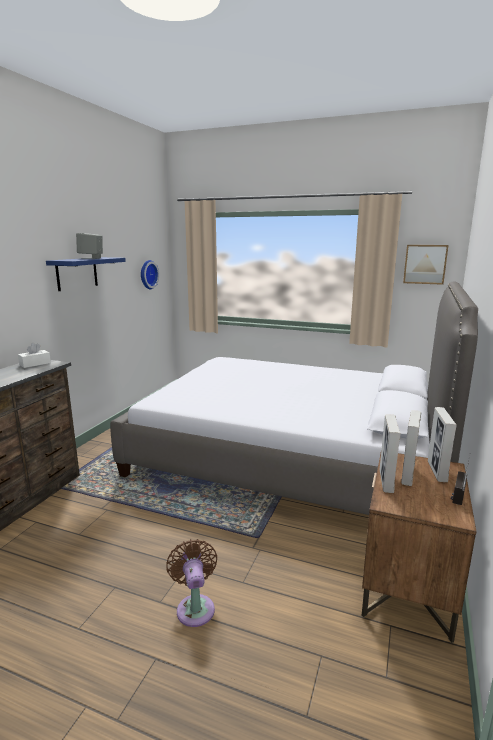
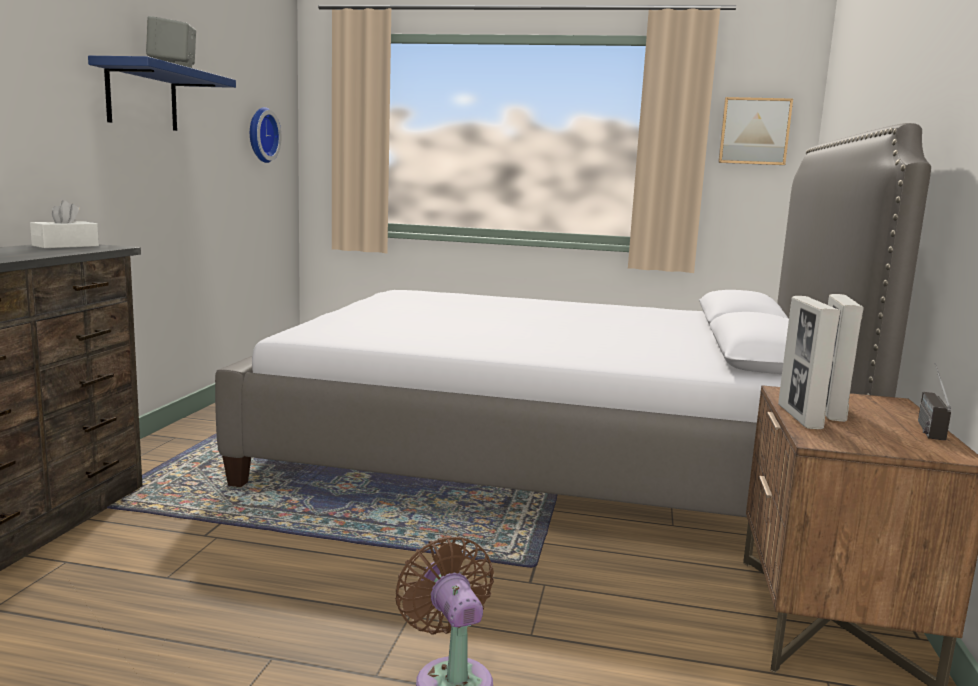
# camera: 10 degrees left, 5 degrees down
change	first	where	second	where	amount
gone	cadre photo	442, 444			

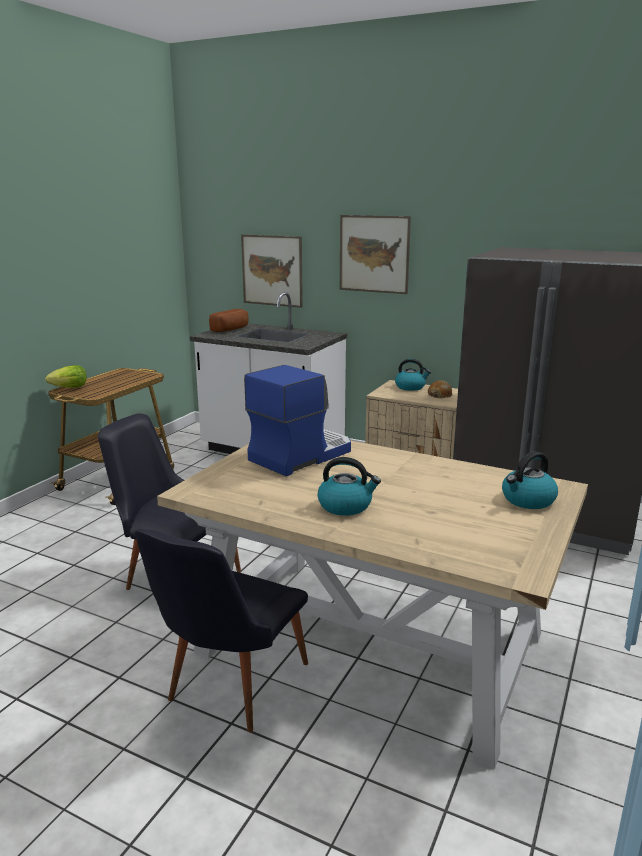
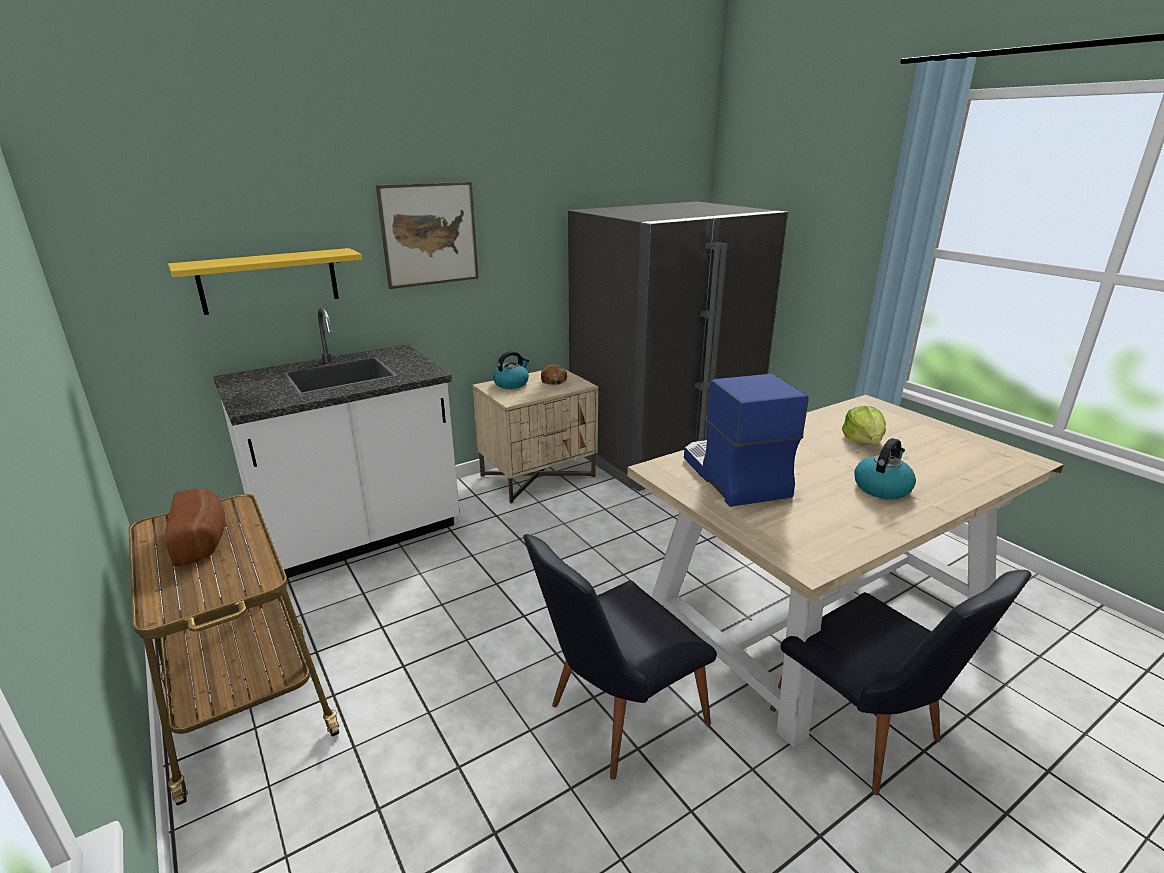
# camera: 60 degrees left, 5 degrees up
change	first	where	second	where	amount
shifted	pain	229, 320		195, 527	
swapped	tableau	272, 271	étagère/jaune	265, 281	
shifted	laitue	66, 376		864, 425	
gone	bouilloire	530, 480			

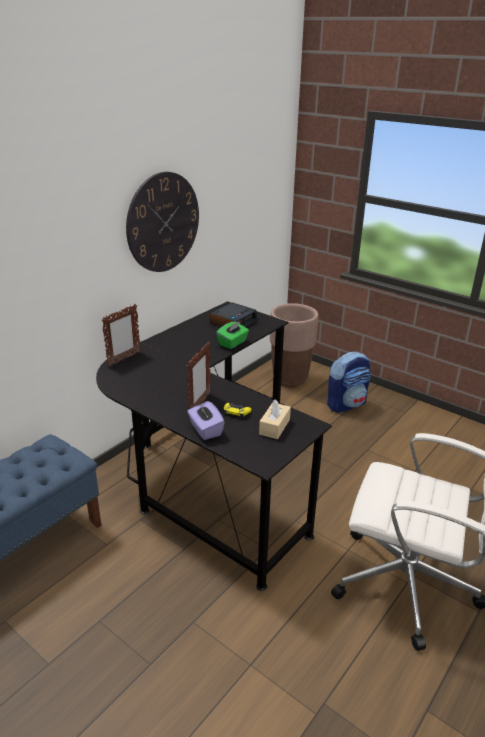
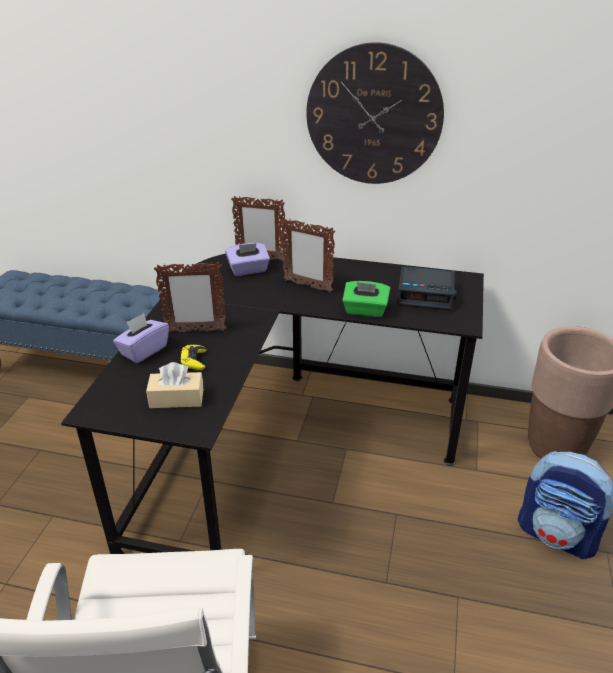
# camera: 65 degrees right, 5 degrees up
change	first	where	second	where	amount
new			boîte à mouchoirs/violet	247, 259	
new			cadre photo	308, 255	

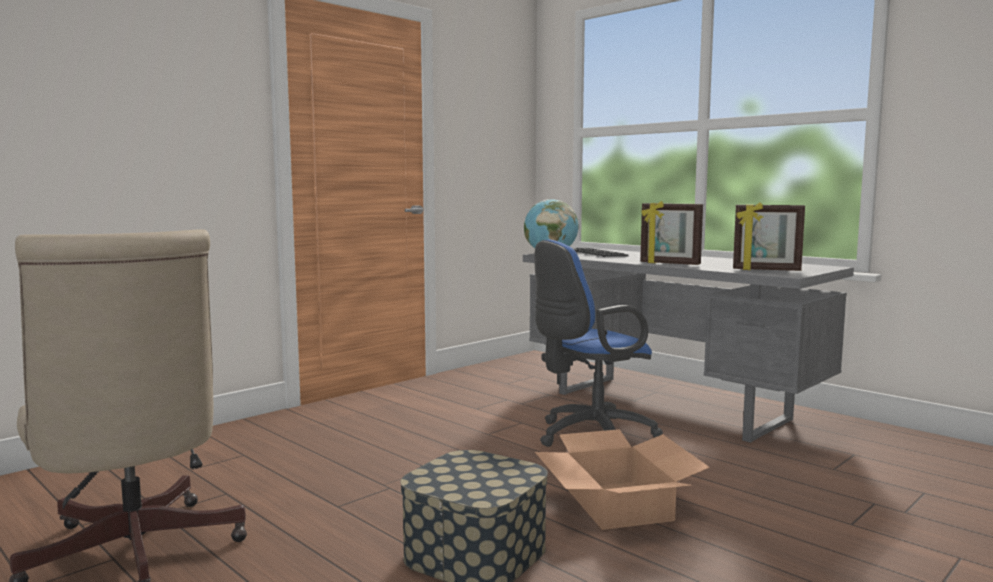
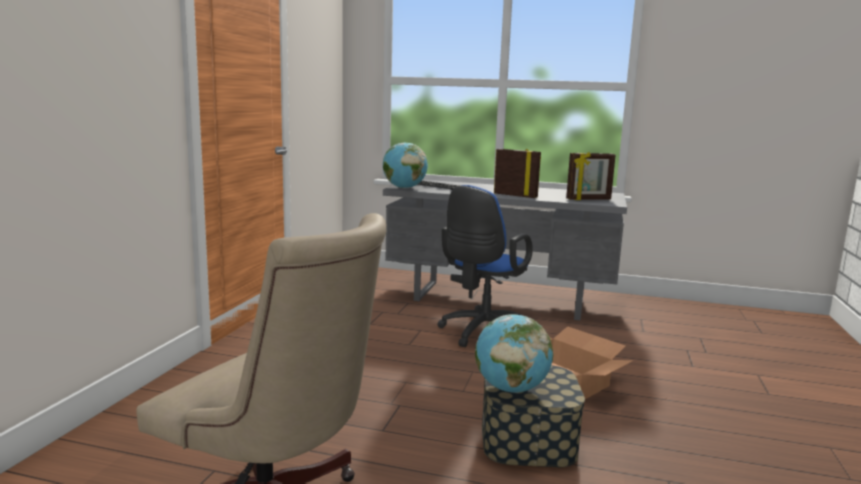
# camera: 30 degrees left, 5 degrees up
change	first	where	second	where	amount
new			globe	514, 353	
rotated	cadre photo	671, 233		517, 173	150 degrees counterclockwise

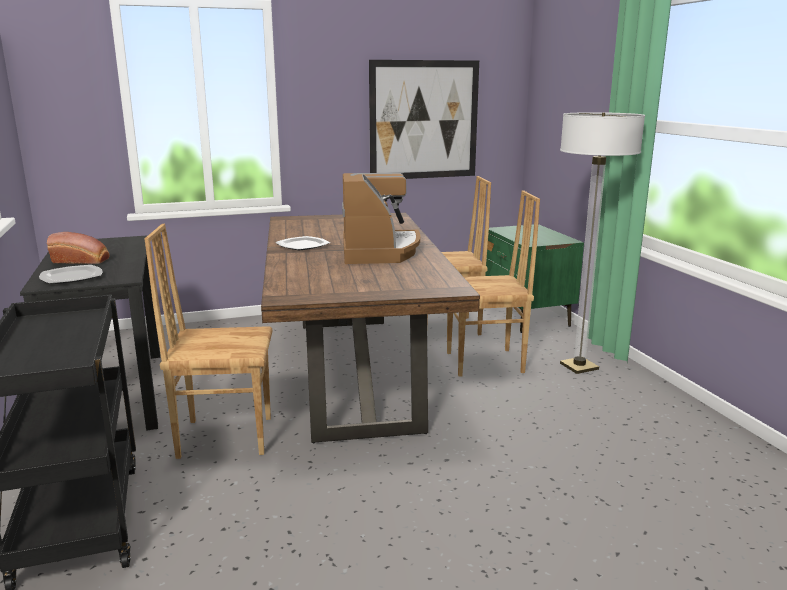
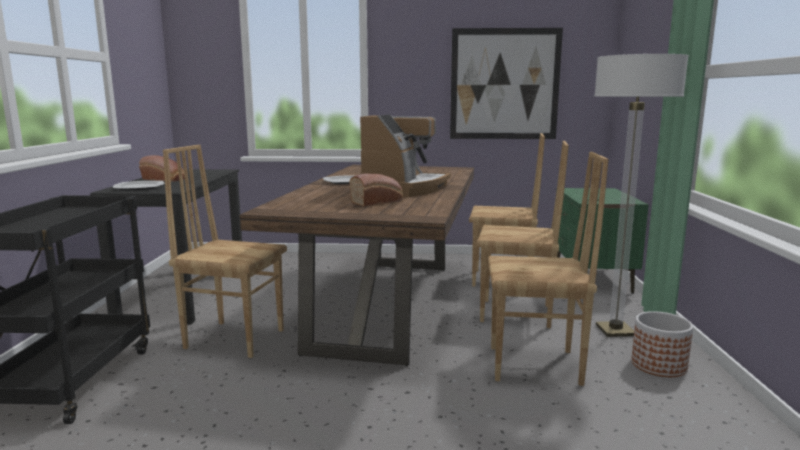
# camera: 20 degrees right, 5 degrees down
change	first	where	second	where	amount
new			pain	376, 190	
new			chaise/marron	548, 269	
new			cache-pot	662, 344	

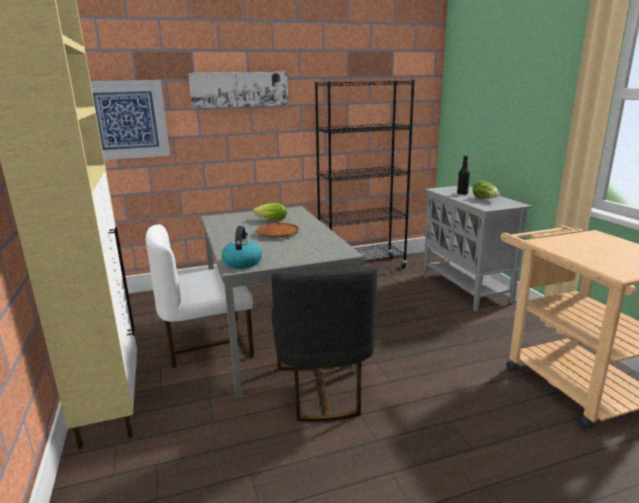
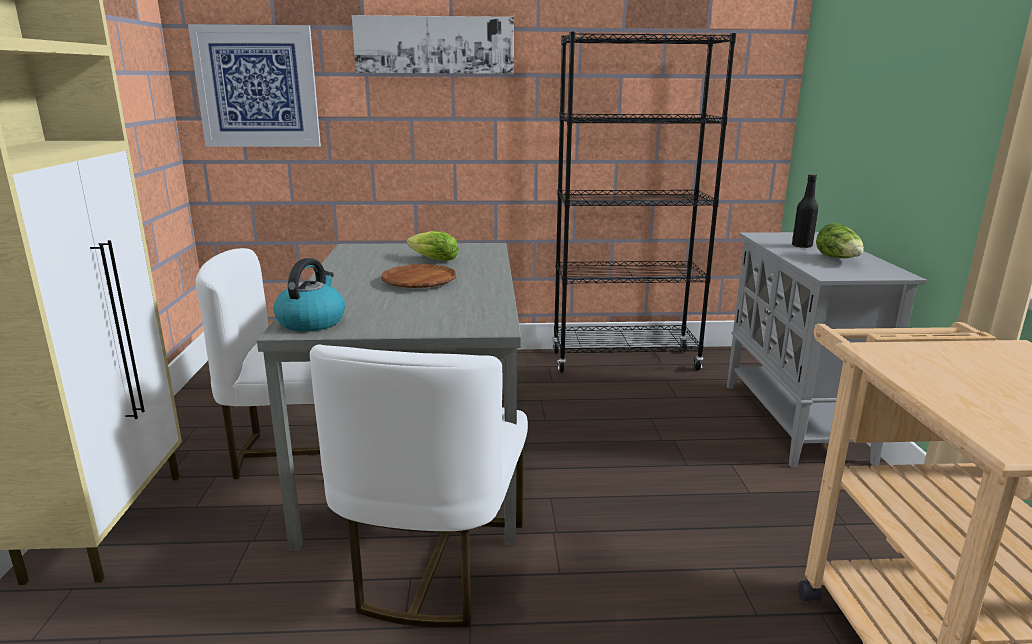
# camera: 15 degrees right, 0 degrees up
change	first	where	second	where	amount
repainted	chaise/noir	324, 344	chaise/blanc	419, 486	

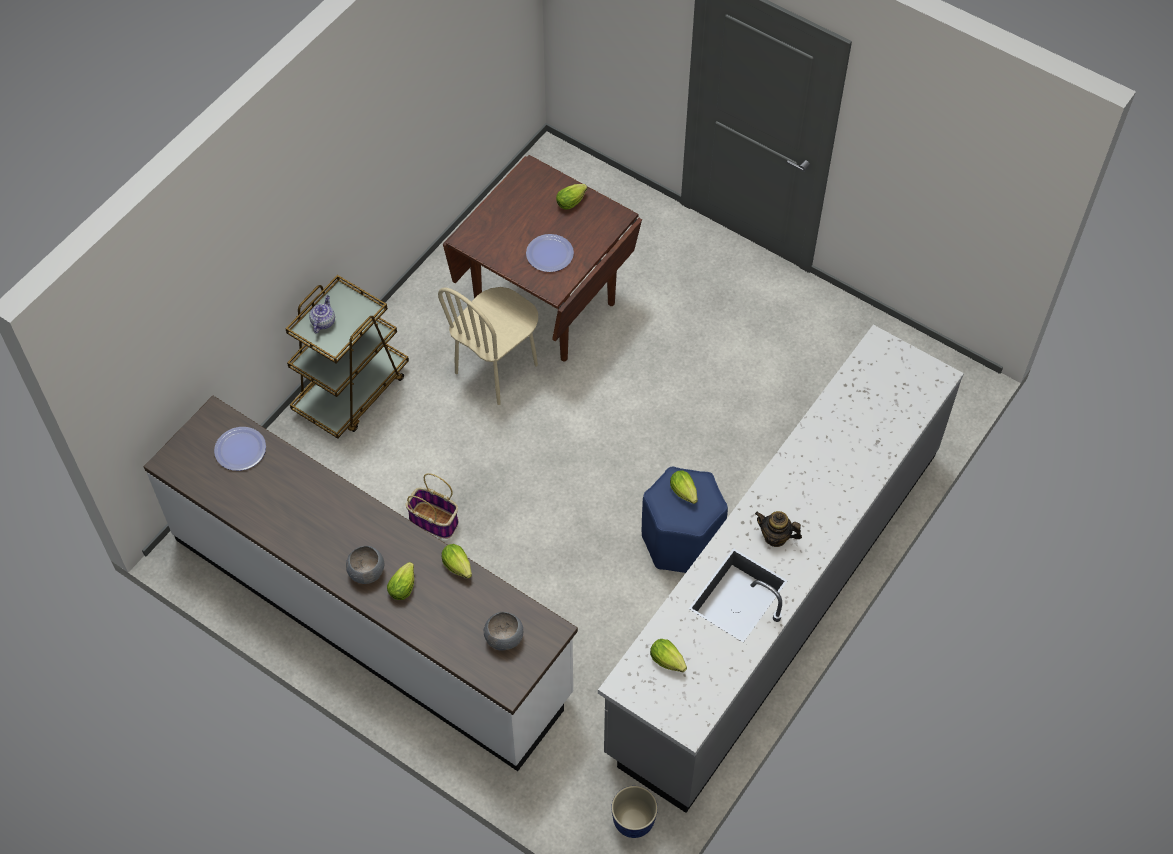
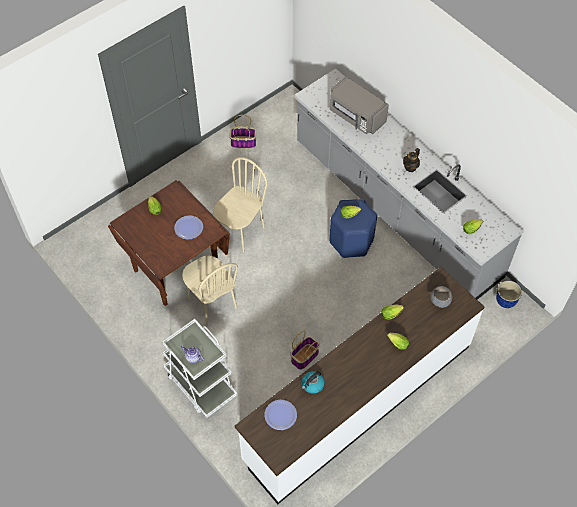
# camera: 75 degrees left, 0 degrees up
change	first	where	second	where	amount
repainted	chariot/marron	347, 357	chariot/blanc	199, 368	
new			chaise/beige	240, 204	
new			panier	243, 131	
new			bouilloire	313, 382	
new			micro-ondes/gris	359, 105	
gone	bol/gris	365, 565			

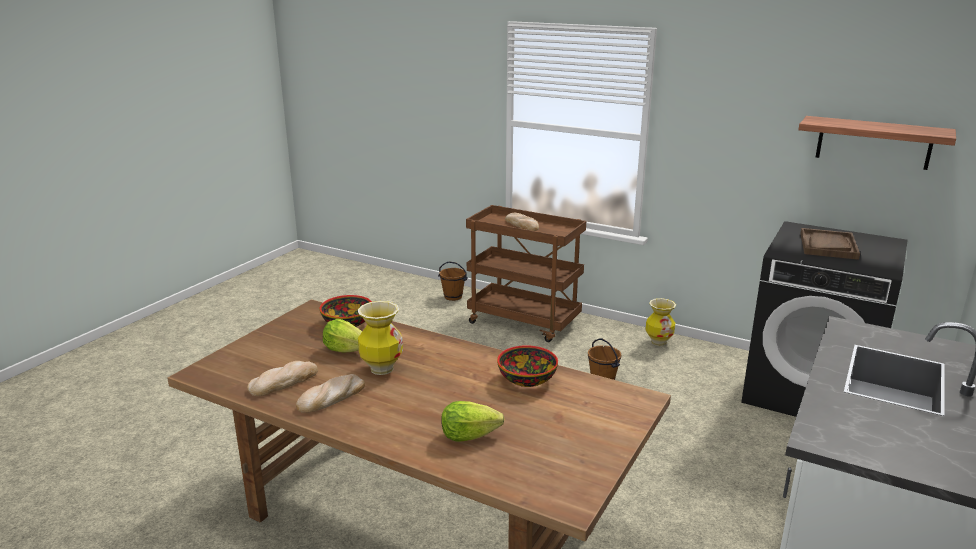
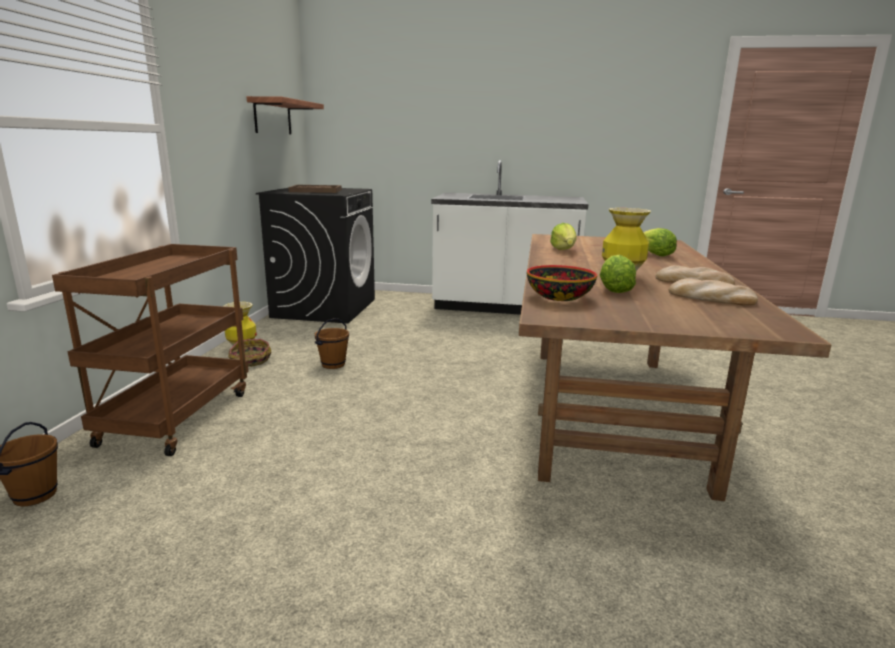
# camera: 110 degrees left, 5 degrees down
change	first	where	second	where	amount
new			panier	250, 353	
swapped	bol	527, 366	laitue	563, 236	
gone	pain	522, 222			

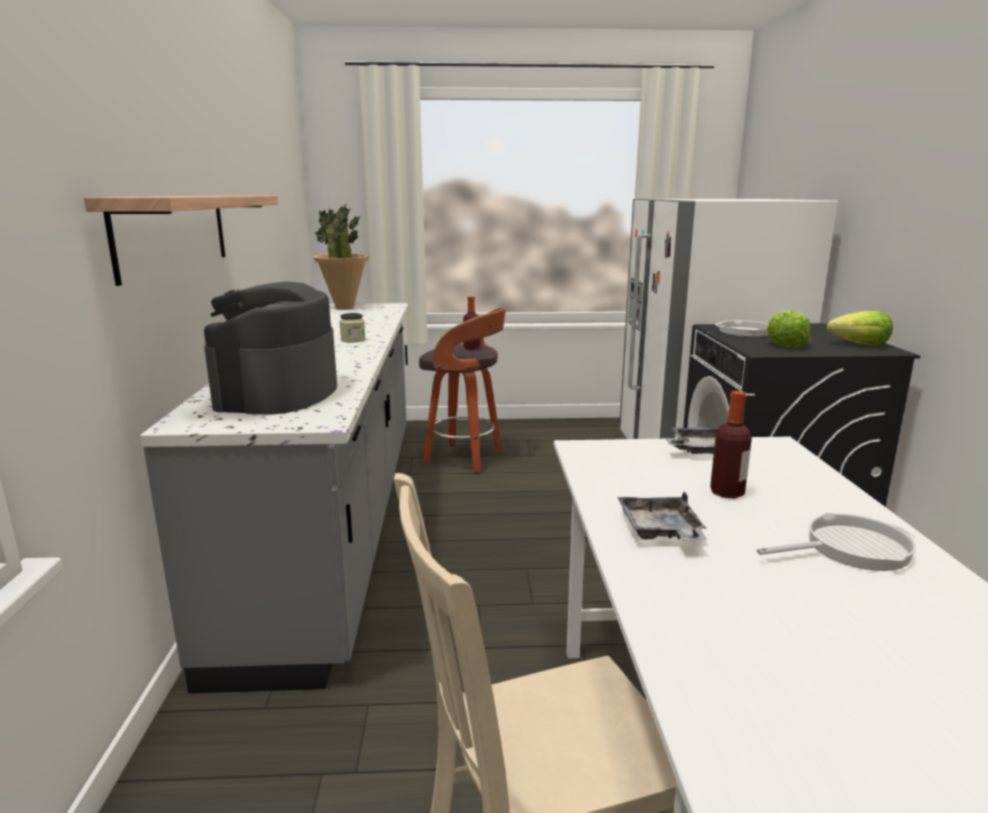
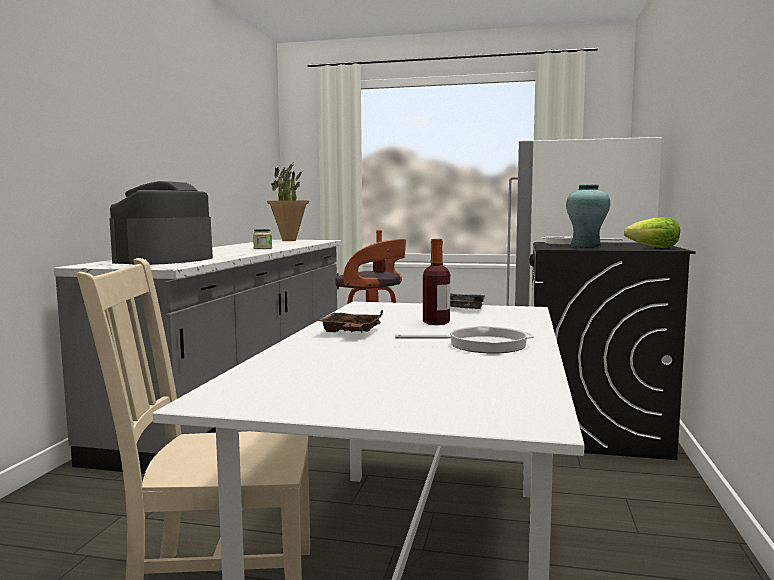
# camera: 15 degrees right, 10 degrees down
change	first	where	second	where	amount
repainted	plateau/gris	662, 516	plateau/marron	350, 321	
swapped	laitue	789, 329	vase/turquoise	588, 216	
gone	étagère	181, 241			

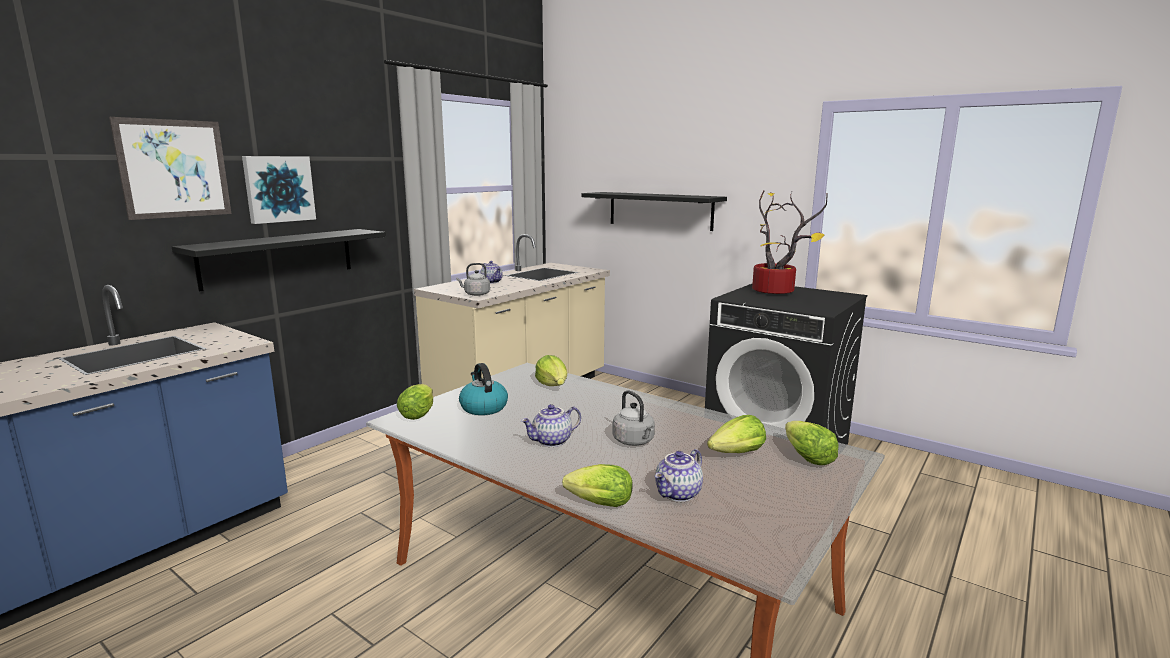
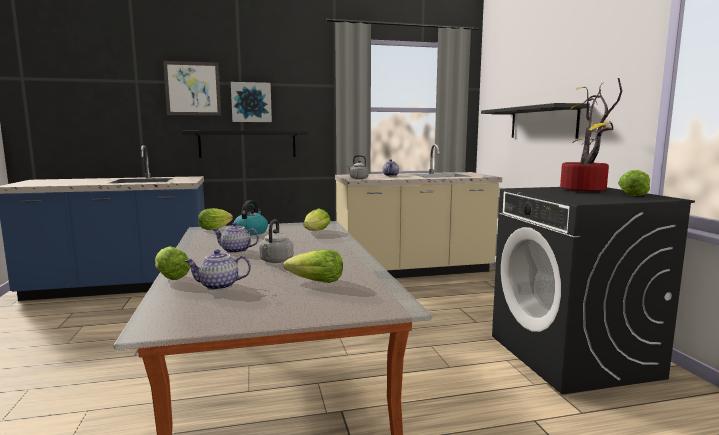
# camera: 40 degrees right, 5 degrees down
change	first	where	second	where	amount
shifted	laitue	812, 443		634, 183	

